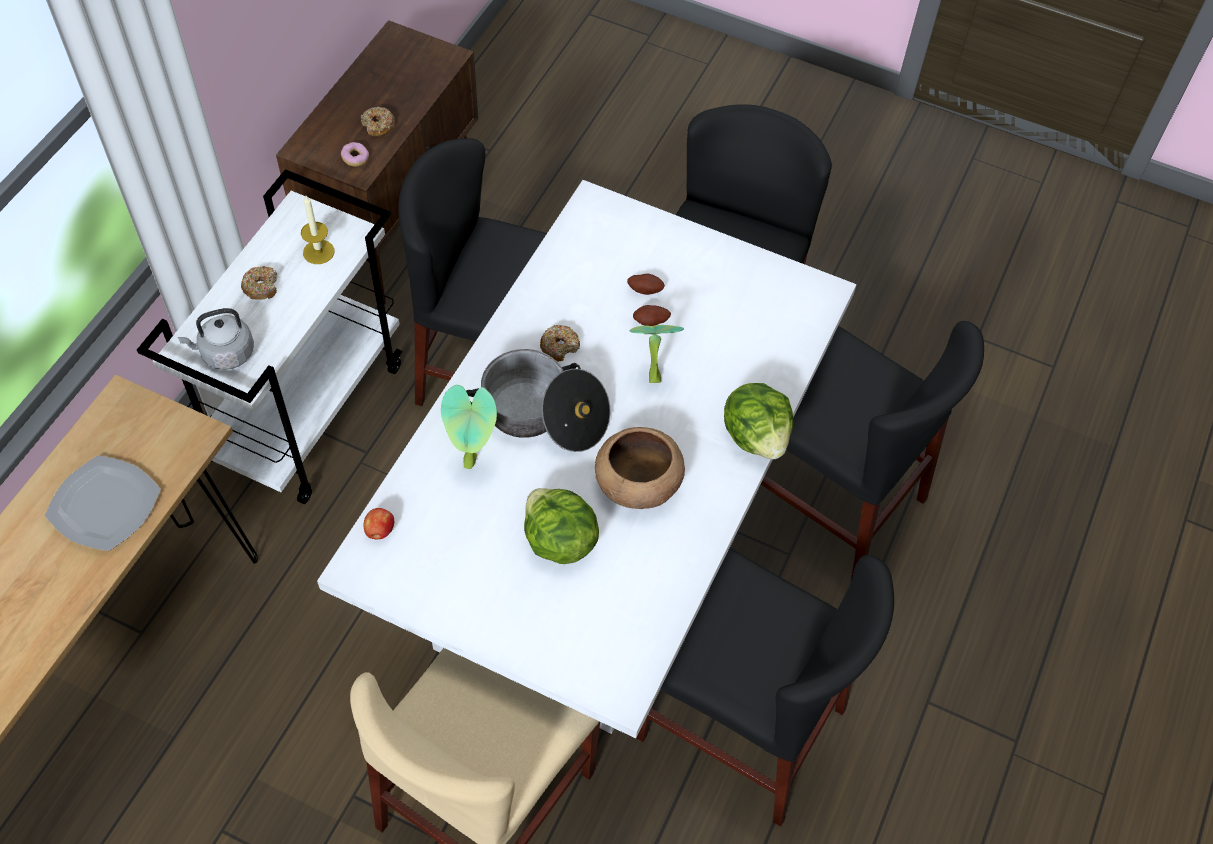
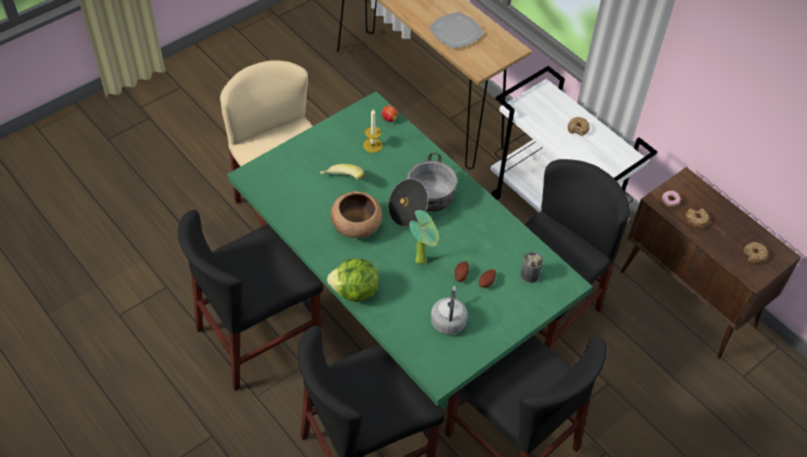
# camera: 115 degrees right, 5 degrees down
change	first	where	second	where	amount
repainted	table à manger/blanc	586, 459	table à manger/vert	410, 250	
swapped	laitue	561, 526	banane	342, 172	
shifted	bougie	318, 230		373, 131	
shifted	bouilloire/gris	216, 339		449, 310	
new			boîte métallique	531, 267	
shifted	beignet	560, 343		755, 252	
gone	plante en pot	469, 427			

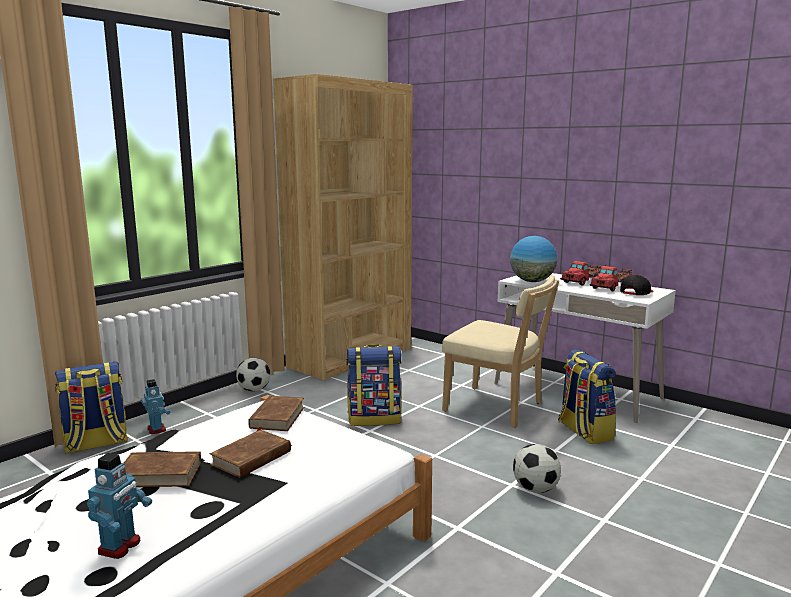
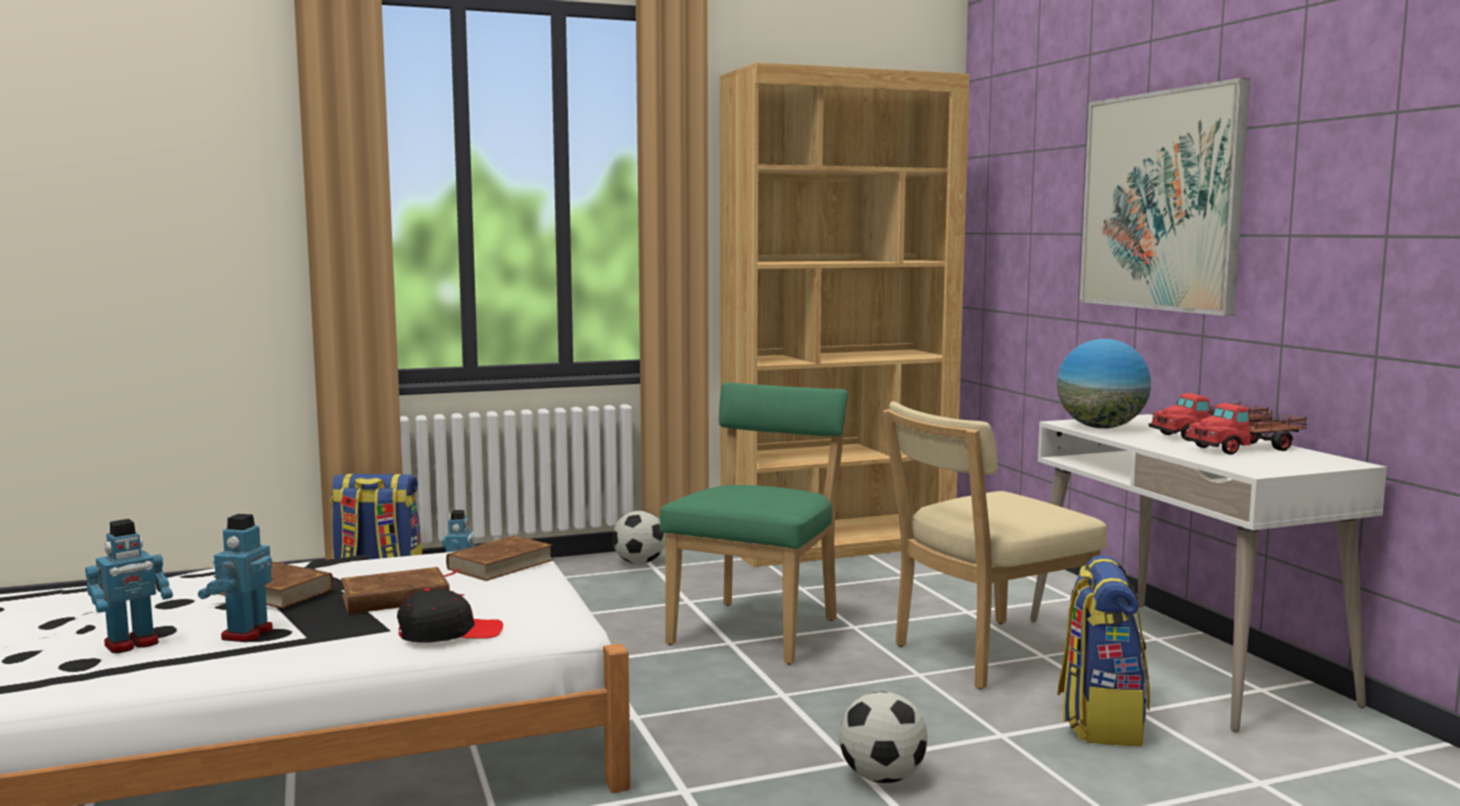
# camera: 30 degrees right, 5 degrees down
change	first	where	second	where	amount
new			robot jouet	235, 578	
shifted	casquette/noir	637, 285		450, 615	
swapped	sac à dos	373, 385	chaise/vert	754, 523	
rotated	chaise/beige	500, 351		995, 545	90 degrees clockwise
new			tableau	1165, 197	

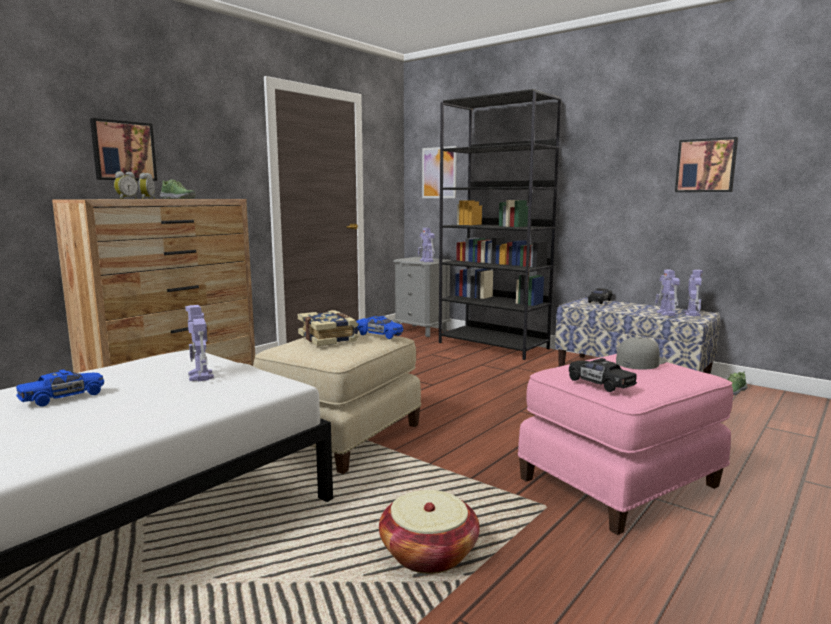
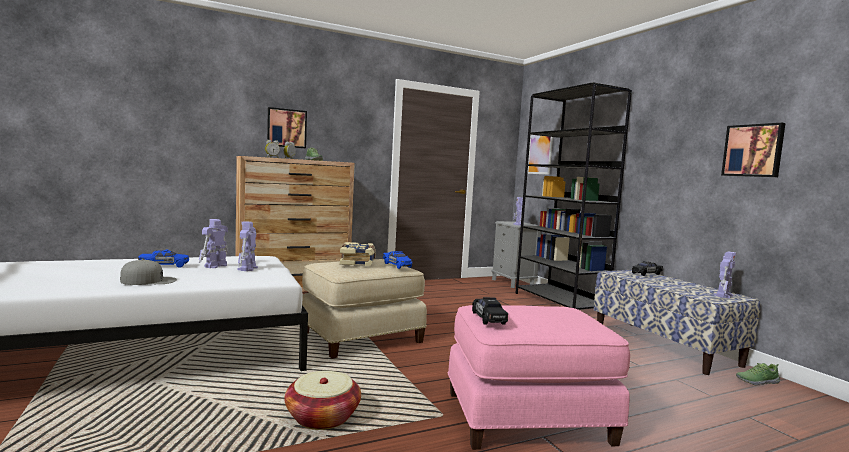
# camera: 25 degrees right, 5 degrees down
change	first	where	second	where	amount
shifted	casquette/gris	642, 353		148, 272	
shifted	robot jouet	667, 293		213, 243	

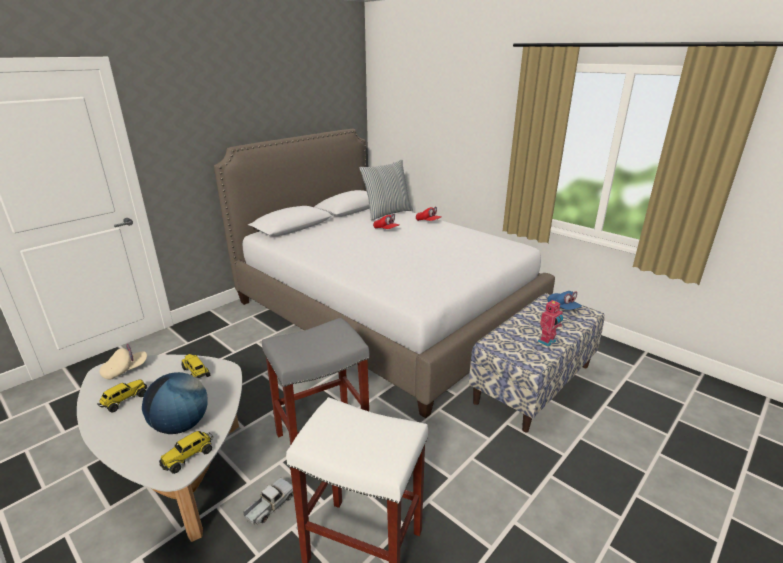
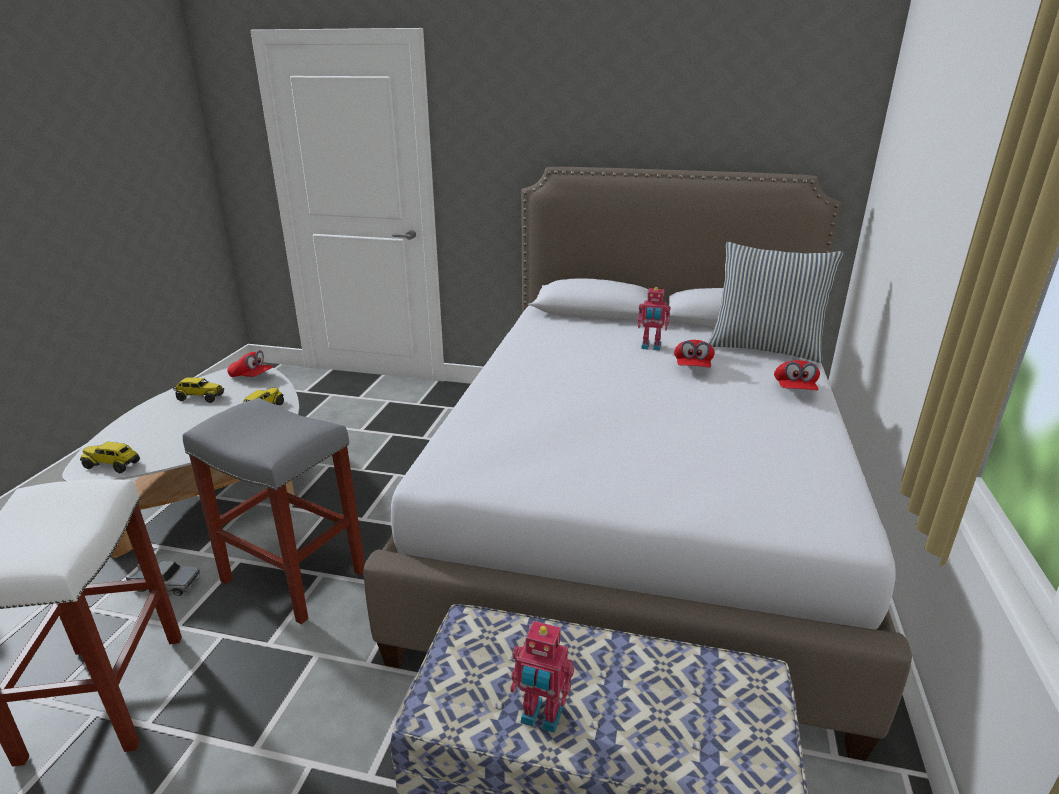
# camera: 60 degrees right, 0 degrees up
change	first	where	second	where	amount
repainted	casquette/beige	123, 362	casquette/rouge	250, 363	
new			robot jouet	654, 319	
gone	globe	175, 403			
gone	casquette/bleu	564, 300			

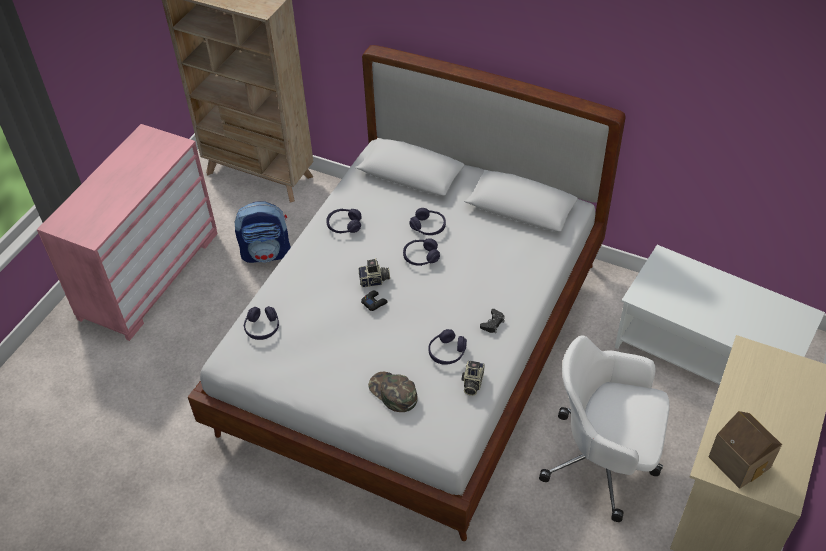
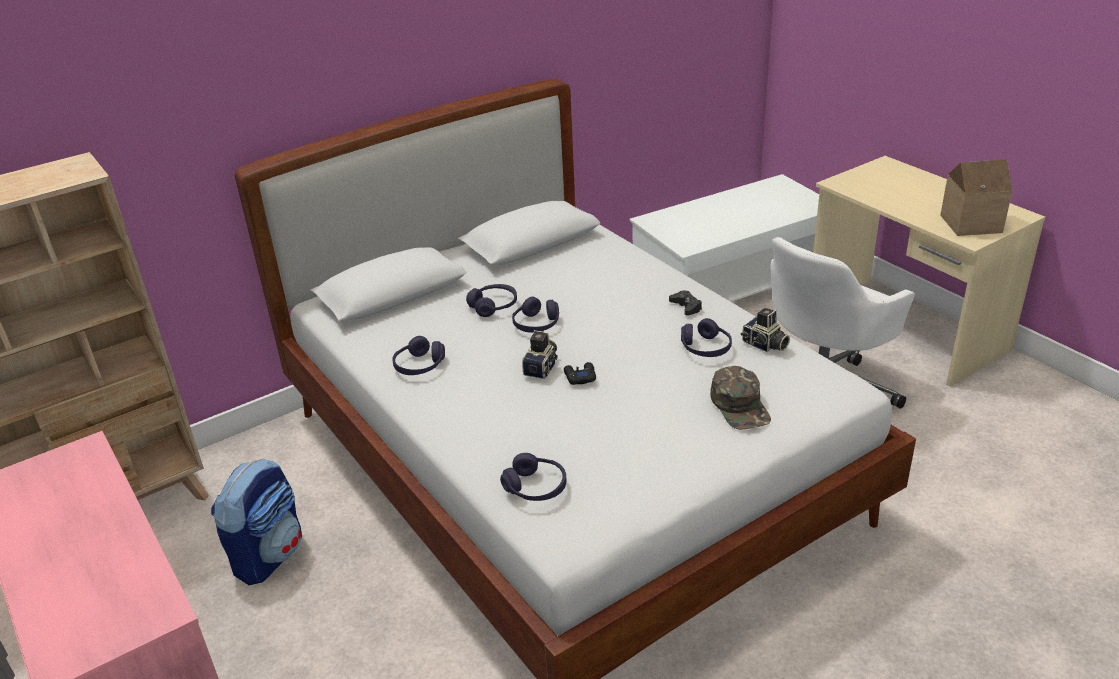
# camera: 60 degrees left, 15 degrees down
change	first	where	second	where	amount
rotated	casquette/vert	393, 391		740, 398	90 degrees counterclockwise

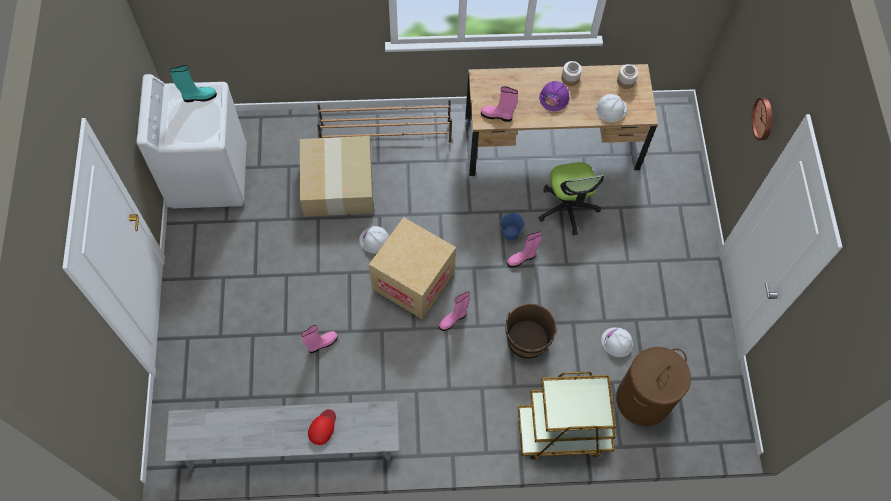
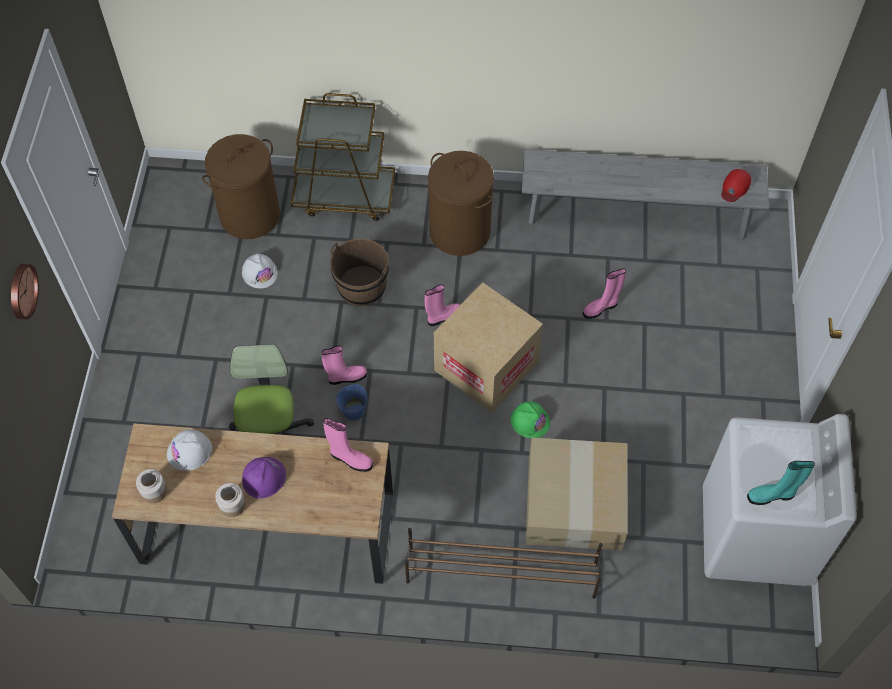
# camera: 170 degrees left, 5 degrees down
change	first	where	second	where	amount
new			panier à linge/marron	461, 203	
repainted	casque de chantier/blanc	374, 239	casque de chantier/vert	530, 419	
shifted	casquette/rouge	322, 427		736, 185	

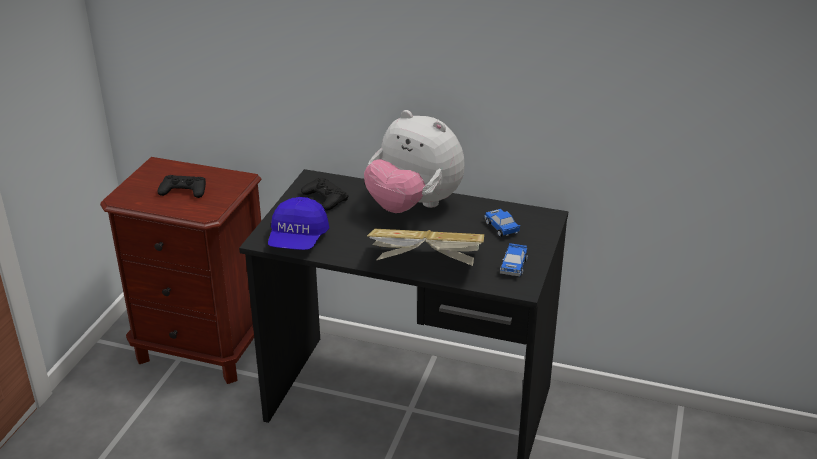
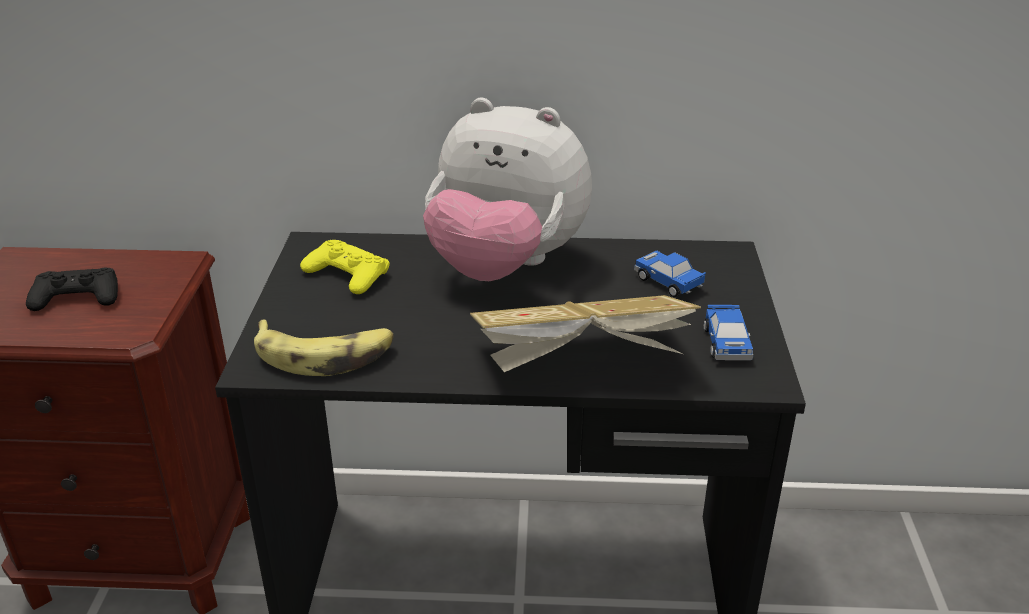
# camera: 15 degrees left, 0 degrees up
change	first	where	second	where	amount
swapped	casquette/bleu	298, 223	banane	324, 348	
repainted	manette/noir	325, 194	manette/jaune	345, 267	

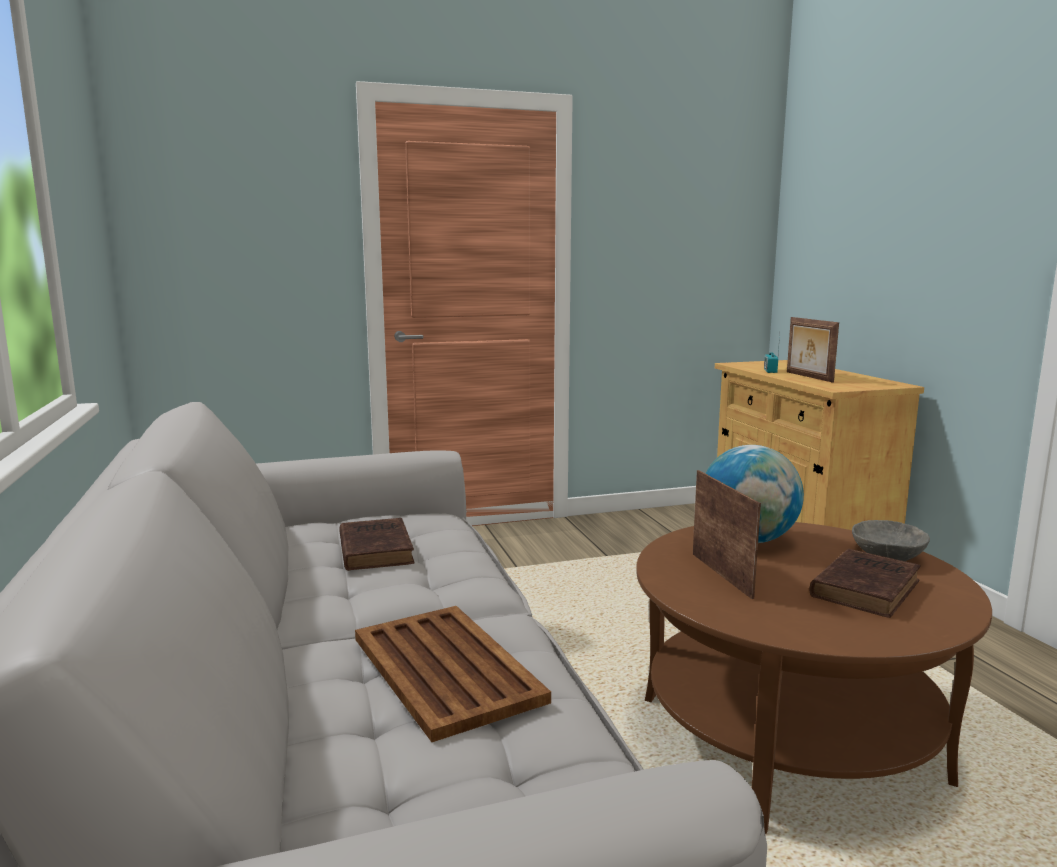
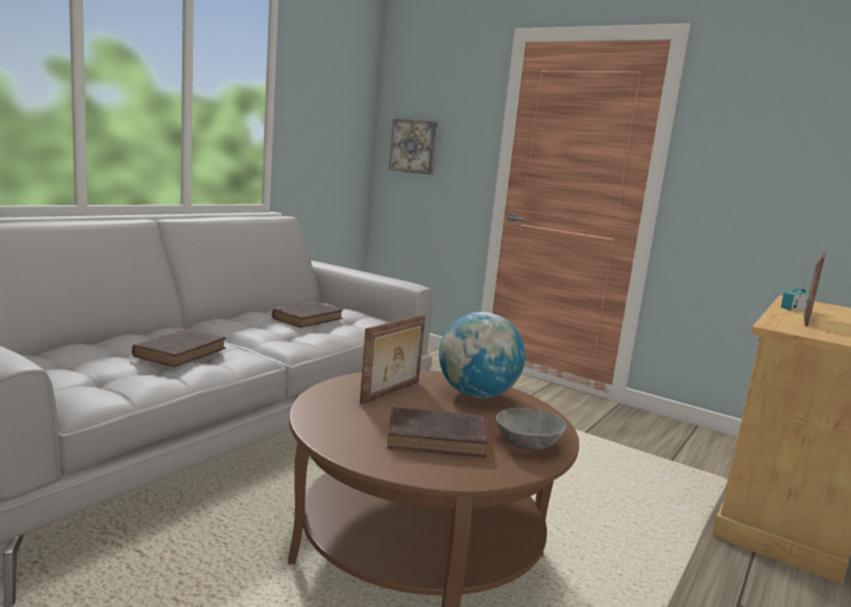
# camera: 50 degrees right, 0 degrees up
change	first	where	second	where	amount
swapped	plateau/marron	453, 674	livre/marron	179, 348	
new			tableau	413, 147	

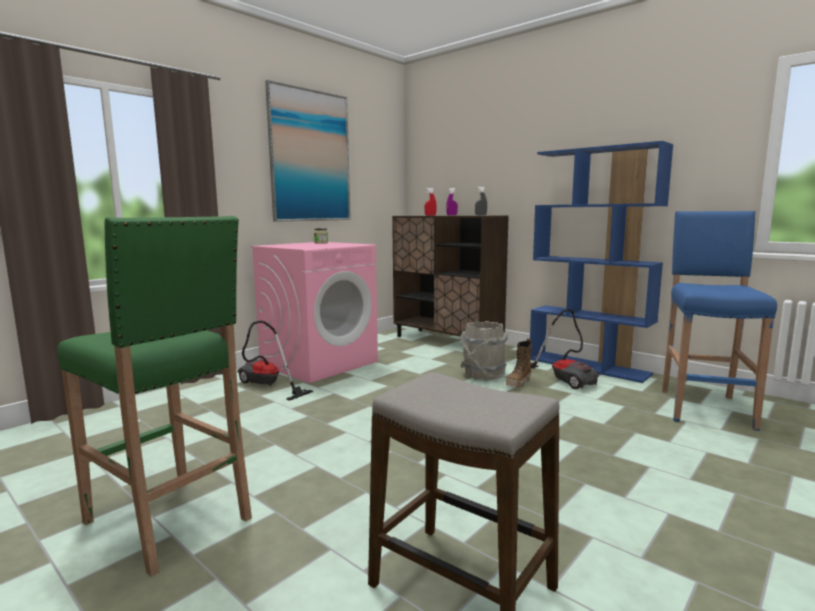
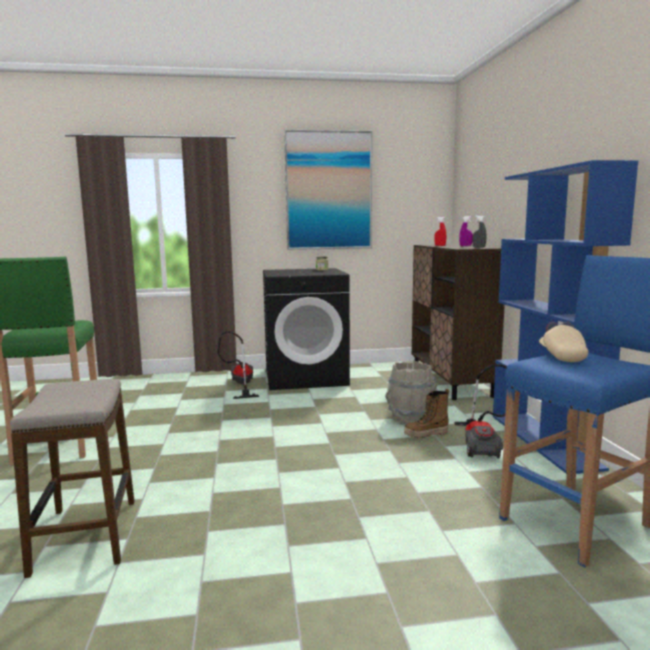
# camera: 40 degrees right, 0 degrees up
change	first	where	second	where	amount
repainted	lave-linge/rose	314, 312	lave-linge/noir	306, 329	
new			casquette/beige	564, 342	

